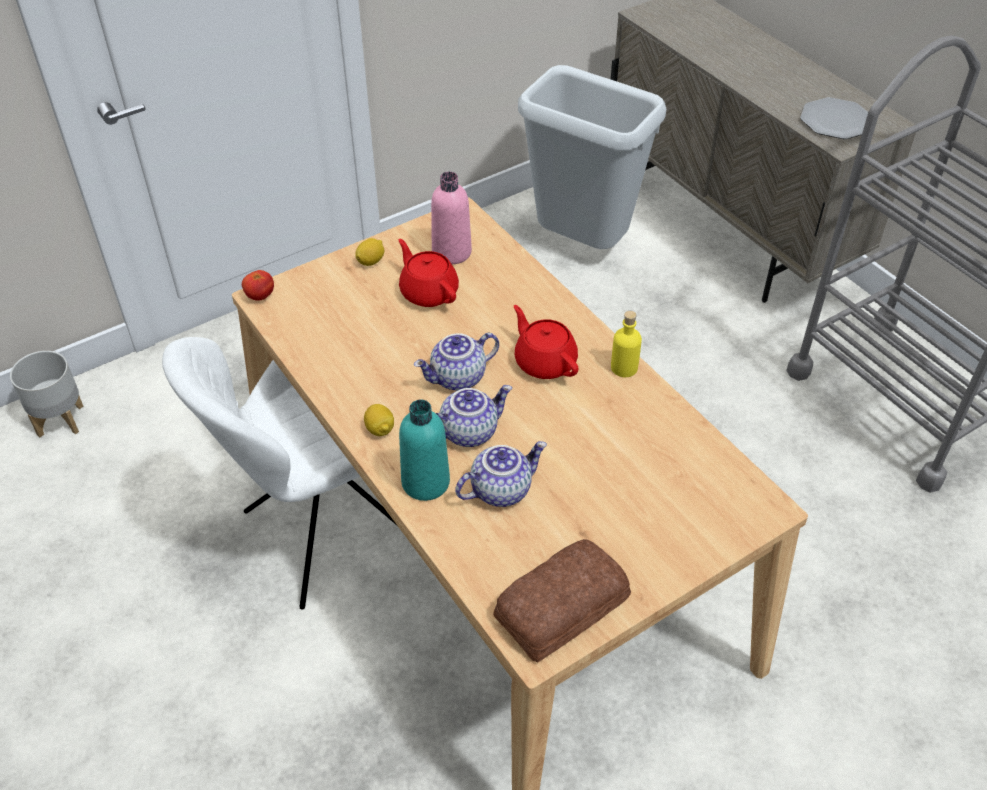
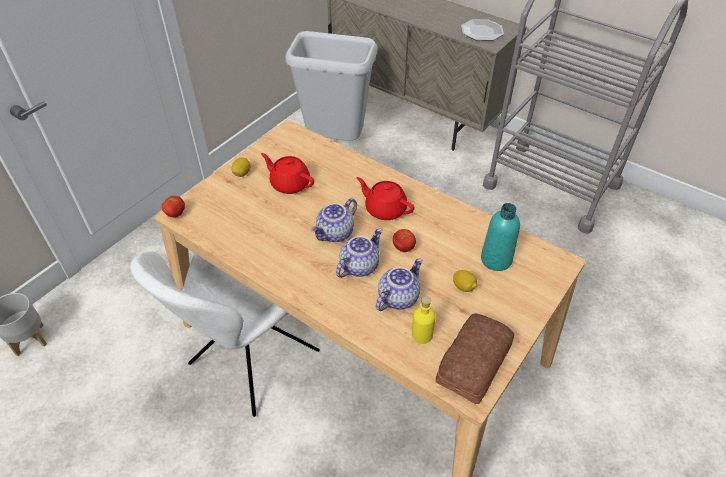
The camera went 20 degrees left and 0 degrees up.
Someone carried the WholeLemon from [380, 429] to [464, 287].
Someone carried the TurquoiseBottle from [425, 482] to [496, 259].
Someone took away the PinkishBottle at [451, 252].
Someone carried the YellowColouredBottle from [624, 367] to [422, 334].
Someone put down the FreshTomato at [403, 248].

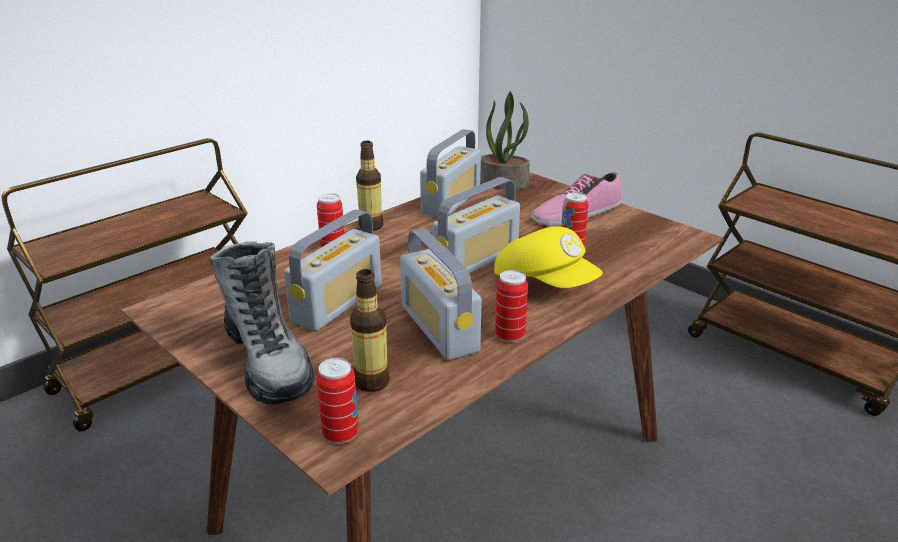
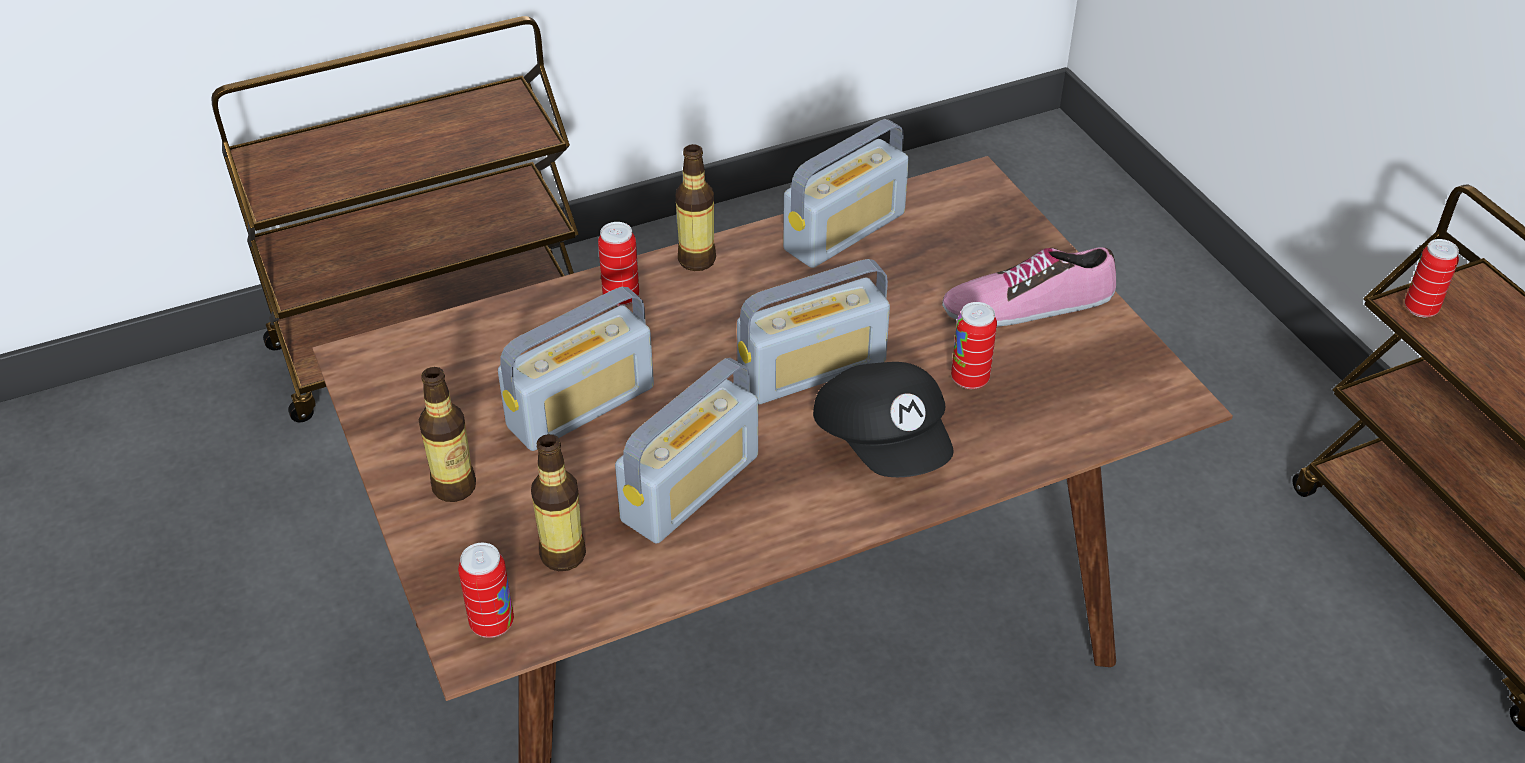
The camera went 20 degrees right and 15 degrees up.
Someone swapped the HighTopBoot at [268, 362] for the Bottle at [454, 487].
Someone rotated the RadioSet at [439, 328] by 135 degrees counterclockwise.
Someone took away the Houseplant at [504, 183].
Someone repainted the YellowColouredBaseballCap at [545, 283], which became the BlackishBaseballCap at [885, 442].
Someone carried the MetalCan from [510, 336] to [1420, 309].

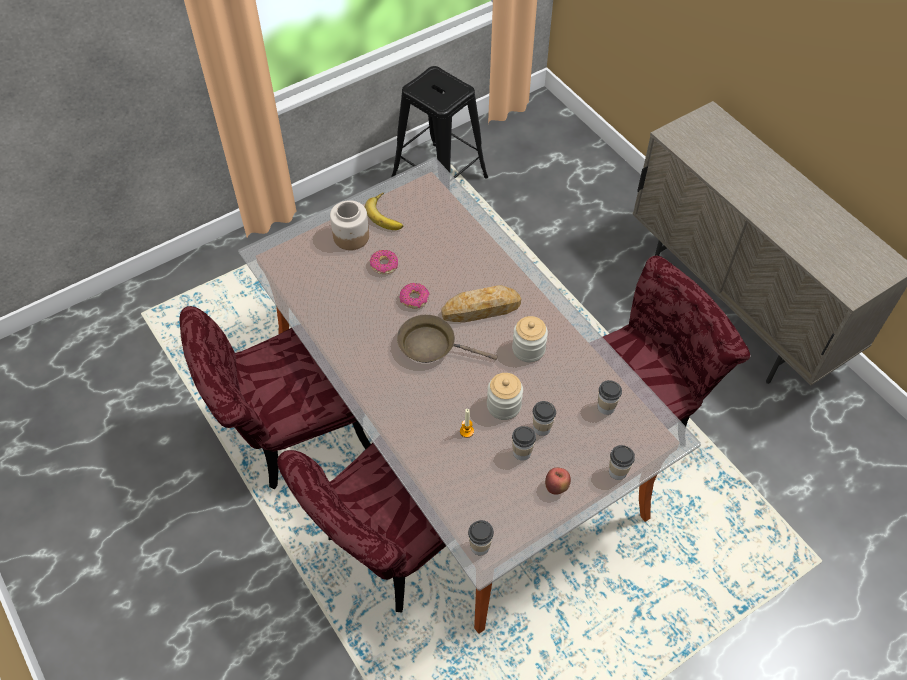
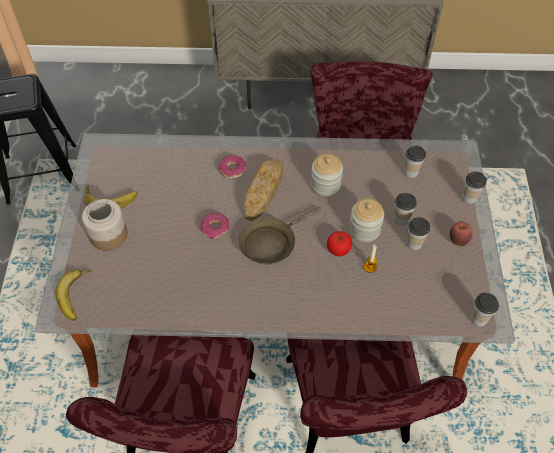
The camera went 55 degrees left and 0 degrees up.
Someone carried the Doughnut from [384, 265] to [232, 170].
Someone put down the Banana at [78, 296].
Someone put down the FreshTomato at [338, 249].

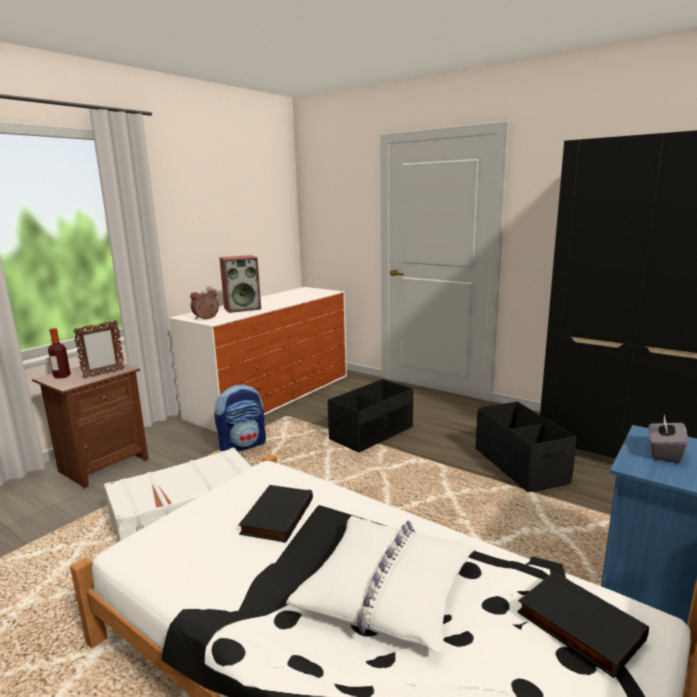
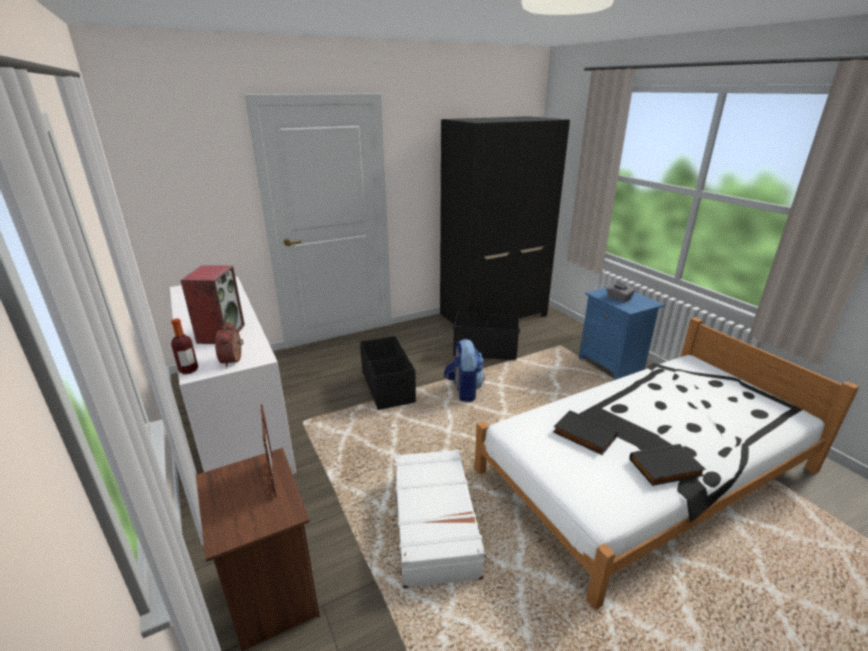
The camera went 65 degrees left and 10 degrees up.
Someone carried the Bottle from [62, 376] to [189, 370].
Someone carried the Knapsack from [243, 446] to [463, 391].
Someone took away the WhiteColouredThrowPillow at [386, 590].
Someone carried the BlackishBoundBook from [577, 626] to [666, 468].

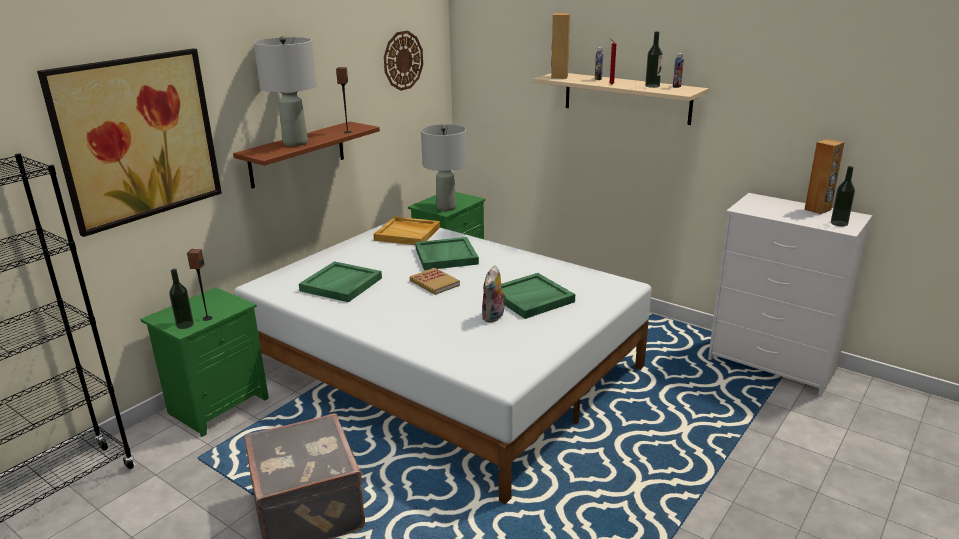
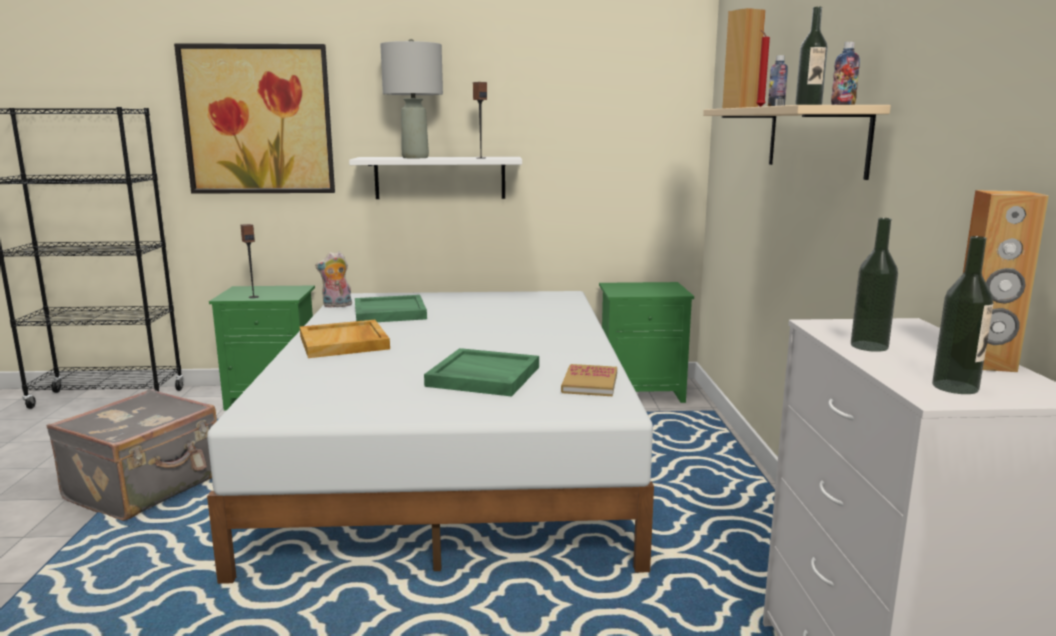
The camera went 50 degrees right and 10 degrees down.
Someone carried the Bottle from [185, 325] to [869, 346].
Someone repainted the BrownishShelf at [297, 154], which became the WhiteColouredShelf at [440, 178].
Someone carried the SandColouredServingTray from [408, 233] to [345, 343].
Someone took away the WallClock at [403, 60].
Someone carried the BoundBook from [434, 283] to [590, 383].
Someone took away the GreenServingTray at [445, 256].
Someone took away the GreyTableLamp at [446, 208].
Someone carried the SoftToy from [494, 317] to [336, 306].

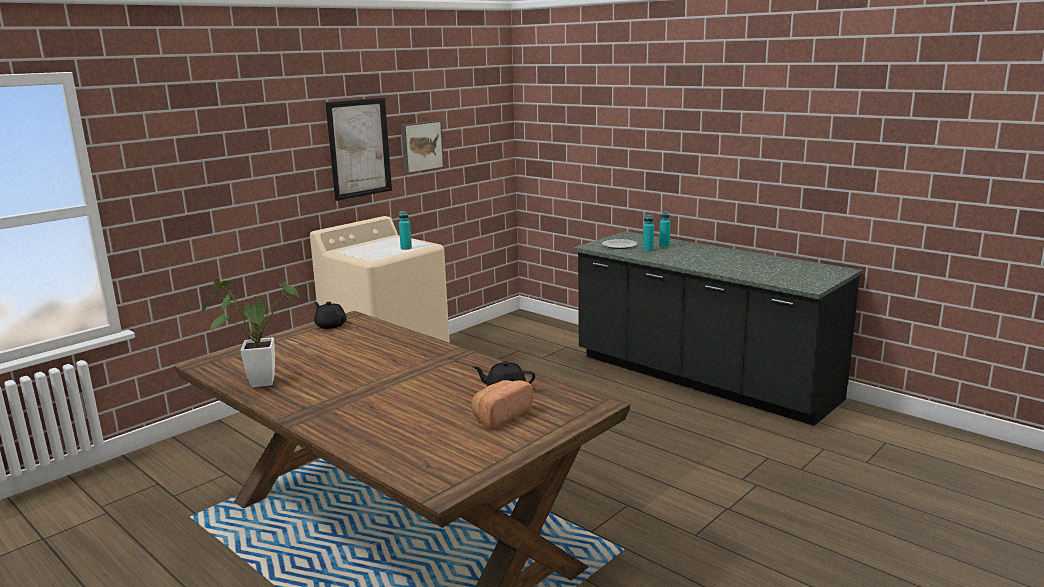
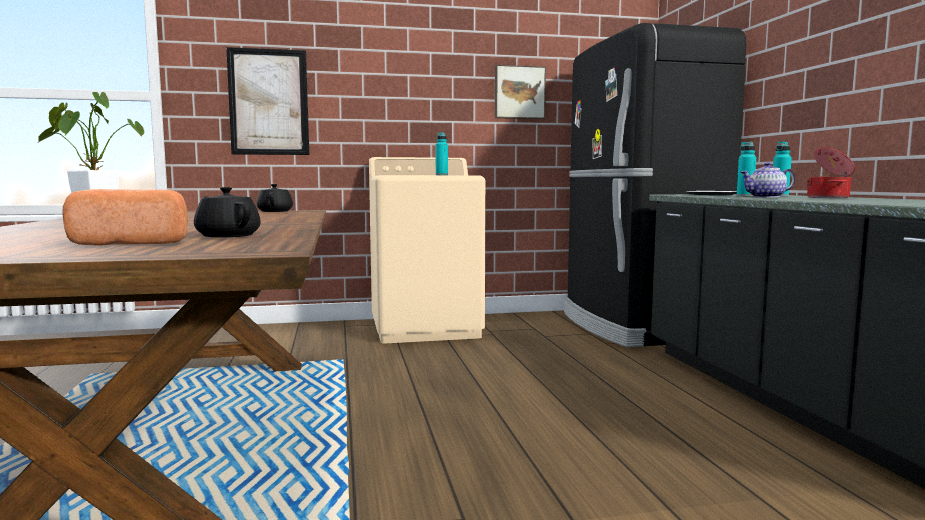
The camera went 35 degrees right and 10 degrees down.
Someone carried the WallPicture from [359, 148] to [269, 102].
Someone put down the BlackishFridge at [635, 326].
Someone put down the TeaPot at [766, 197].
Someone put down the CookingPot at [829, 197].

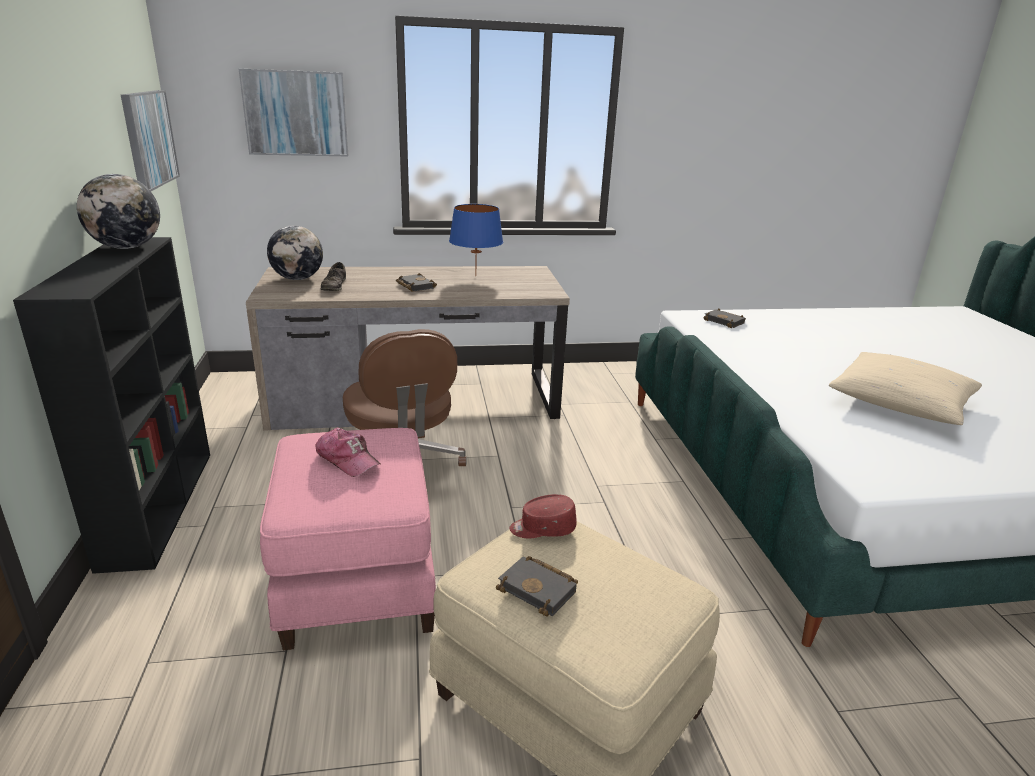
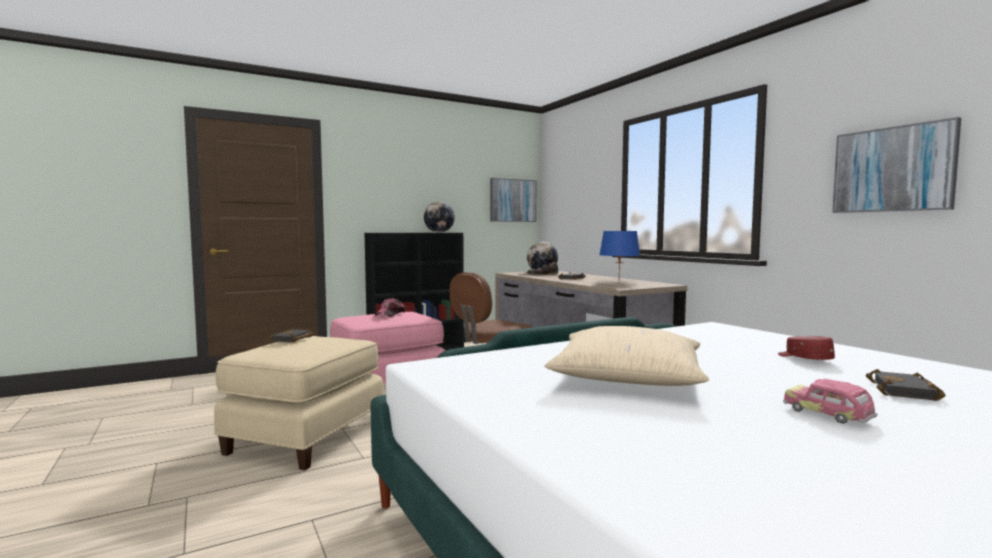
The camera went 70 degrees right and 20 degrees down.
Someone carried the WallPicture from [296, 113] to [892, 169].
Someone carried the RedColouredBaseballCap from [542, 528] to [804, 359].
Someone carried the BlackishBoundBook from [725, 321] to [906, 392].
Someone put down the ModelCar at [827, 415].

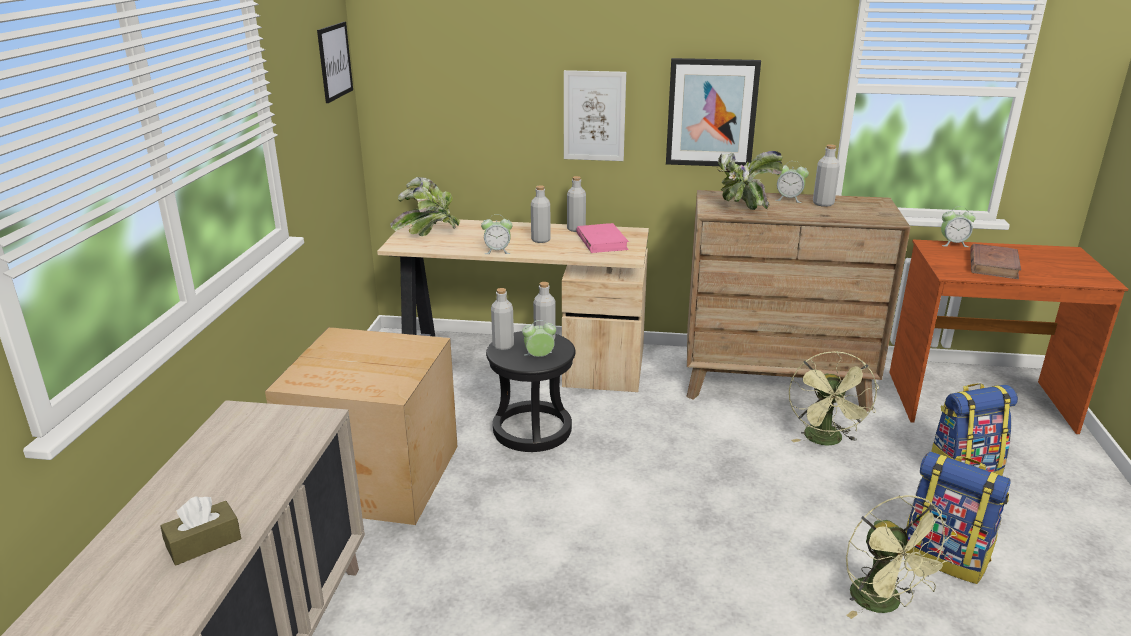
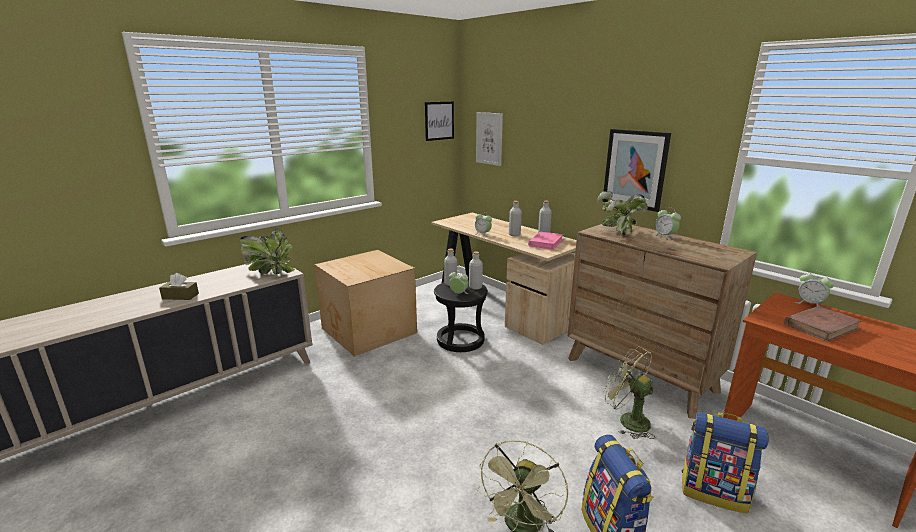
The camera went 40 degrees right and 5 degrees down.
Someone carried the Houseplant from [428, 233] to [271, 272].
Someone carried the WallPicture from [594, 116] to [489, 138].
Someone rotated the GreenCoolingFan at [826, 441] by 90 degrees clockwise.
Someone took away the GreyBottle at [823, 203].

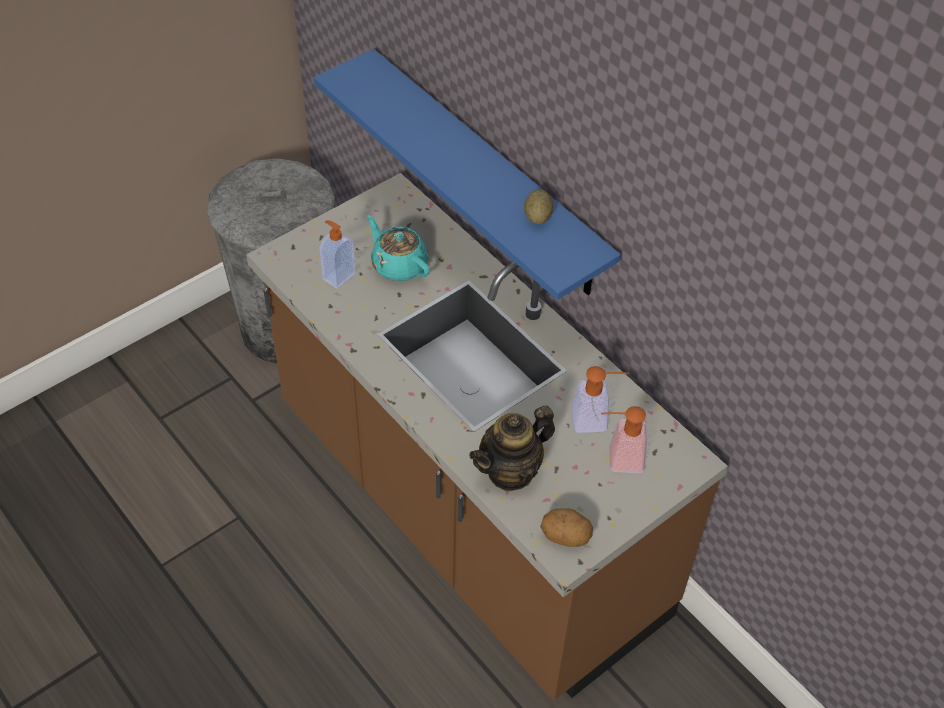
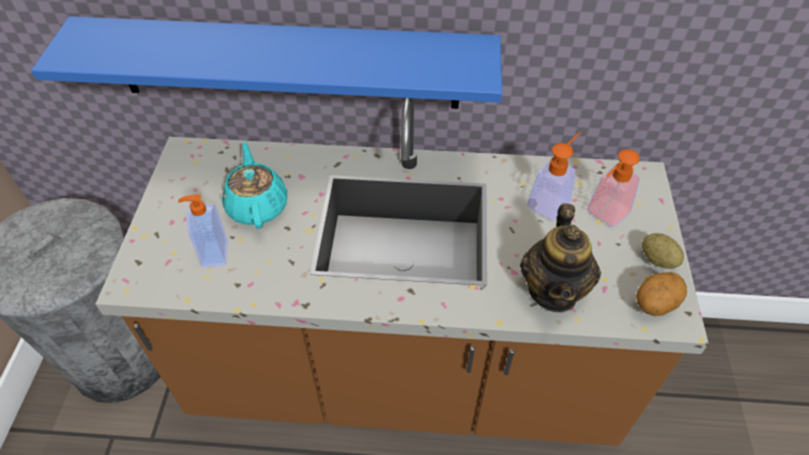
The camera went 45 degrees left and 0 degrees up.
Someone rotated the TurquoiseTeaPot at [398, 265] by 75 degrees clockwise.
Someone carried the Potato from [537, 217] to [657, 260].

